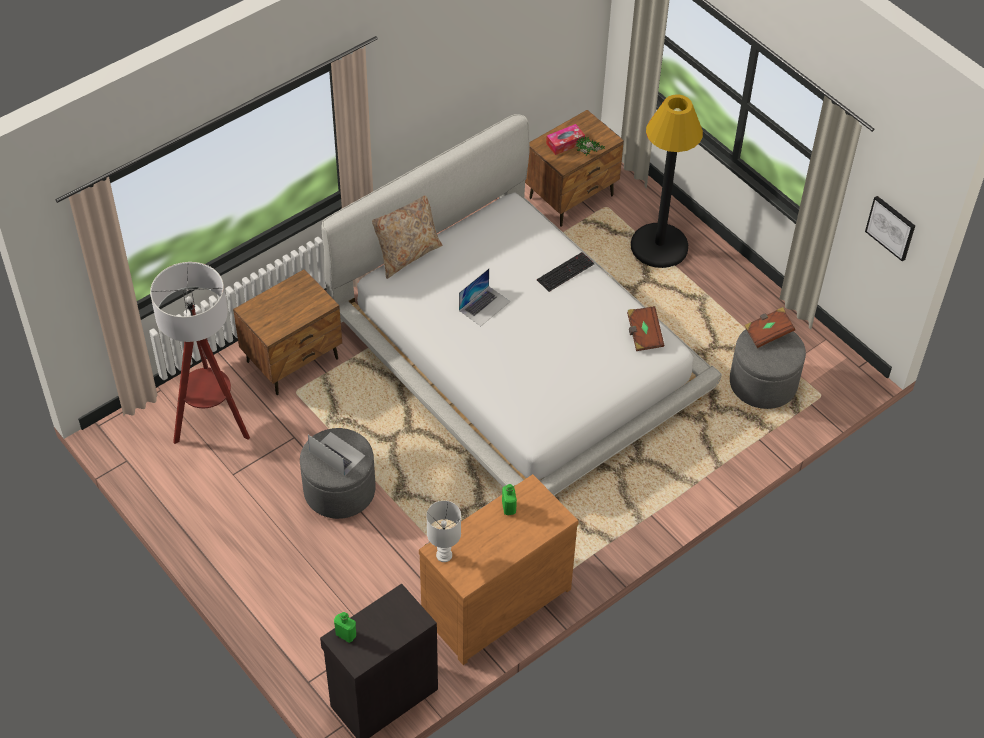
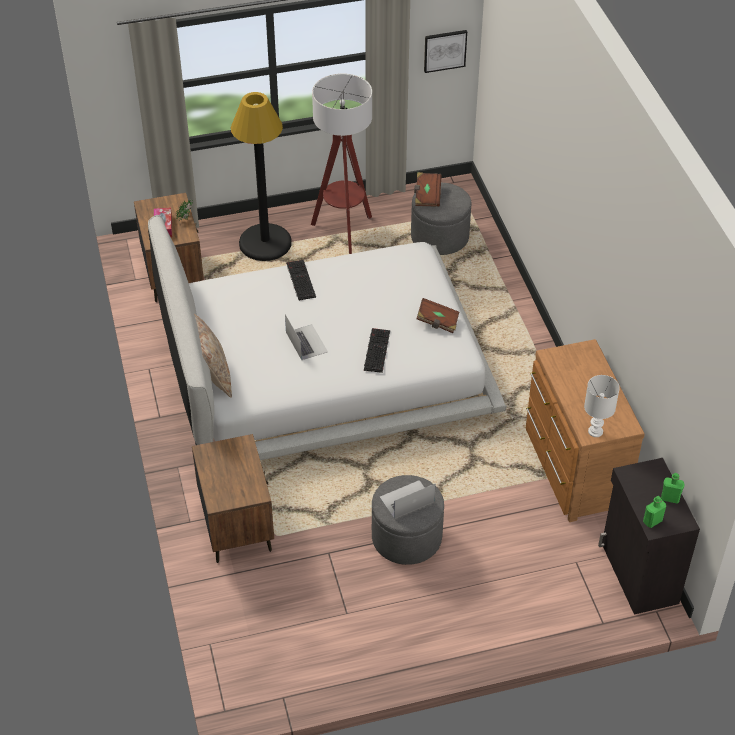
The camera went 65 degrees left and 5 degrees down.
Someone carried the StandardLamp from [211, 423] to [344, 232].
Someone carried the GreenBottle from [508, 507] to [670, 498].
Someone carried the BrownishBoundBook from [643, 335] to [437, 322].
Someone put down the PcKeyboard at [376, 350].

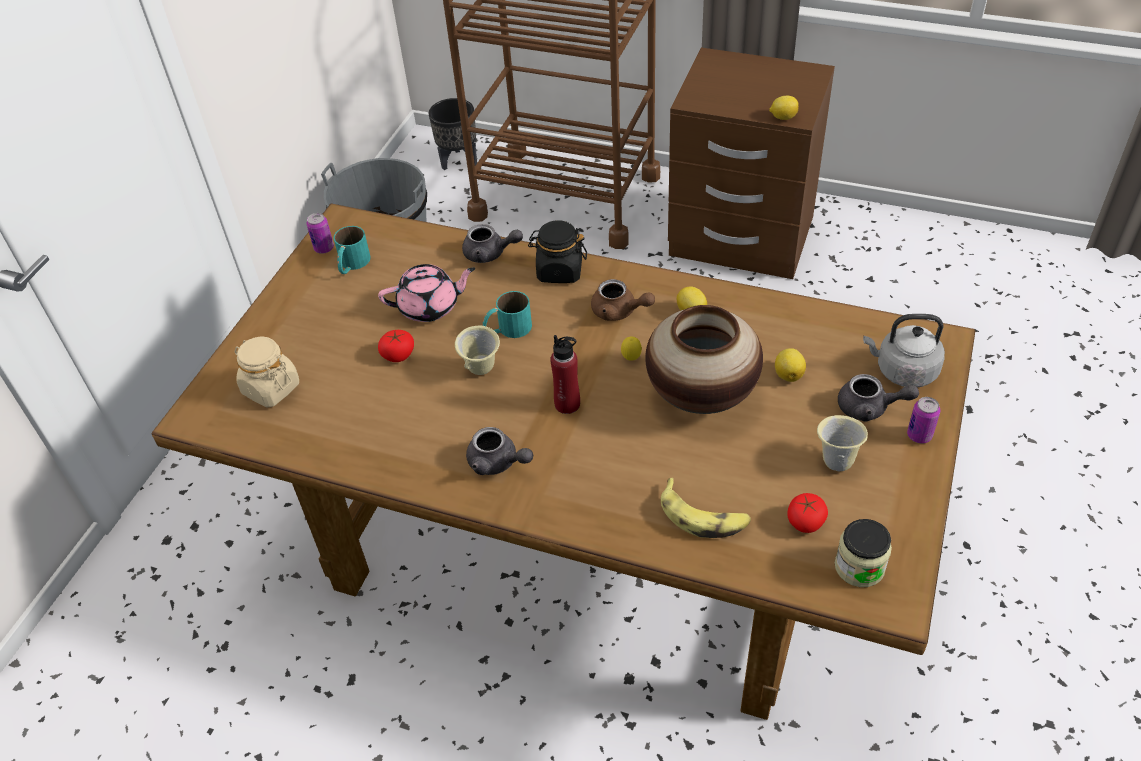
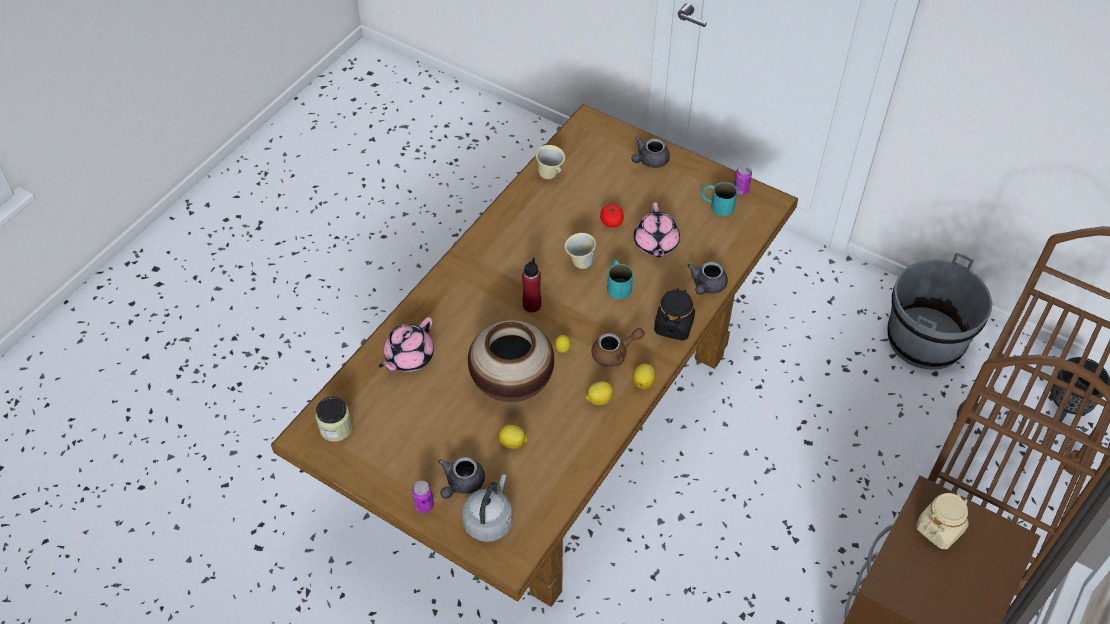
The camera went 100 degrees right and 5 degrees up.
Someone carried the SandColouredPreserveJar from [271, 388] to [939, 528].
Someone carried the GreyTeaPot from [498, 463] to [649, 161].
Someone rotated the BrownishTeaPot at [619, 312] by 150 degrees counterclockwise.
Someone swapped the Banana at [704, 516] for the PinkishTeaPot at [408, 357].
Someone carried the WholeLemon from [783, 117] to [643, 382].
Someone took away the FreshTomato at [805, 521].
Someone carried the SandColouredCoffeeMug from [836, 460] to [550, 175].

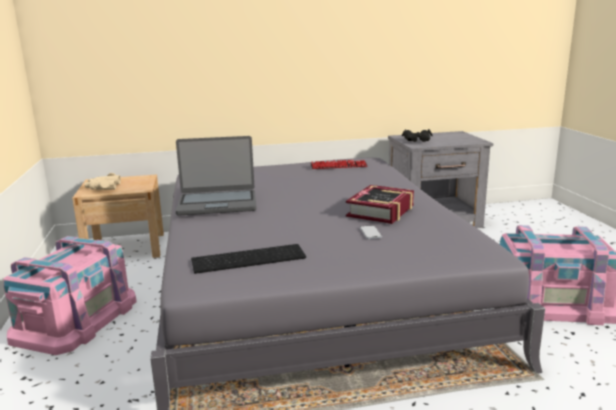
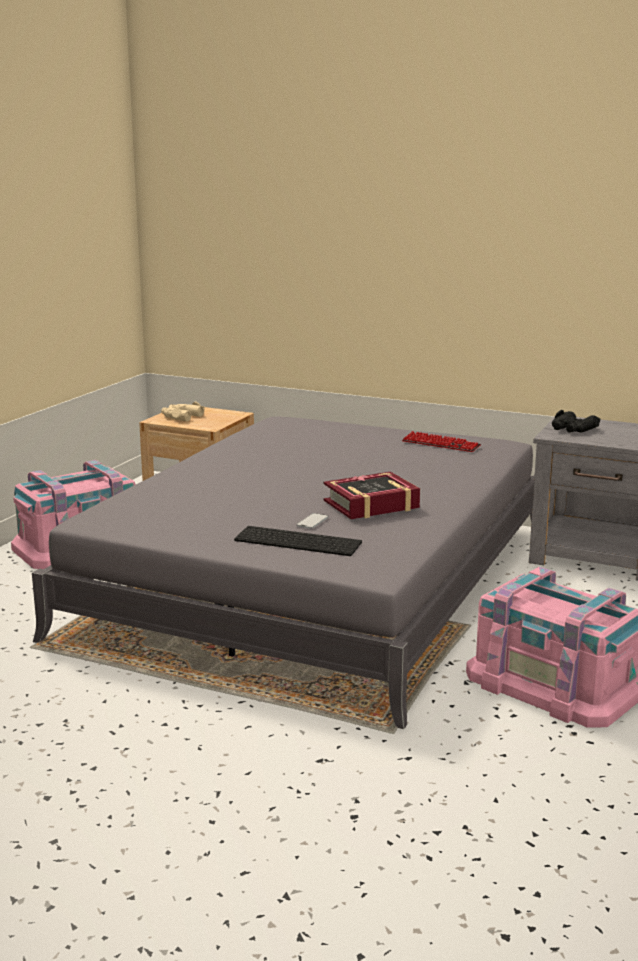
The camera went 35 degrees right and 0 degrees up.
Someone took away the Laptop at [217, 203].
Someone carried the PcKeyboard from [249, 258] to [299, 541].

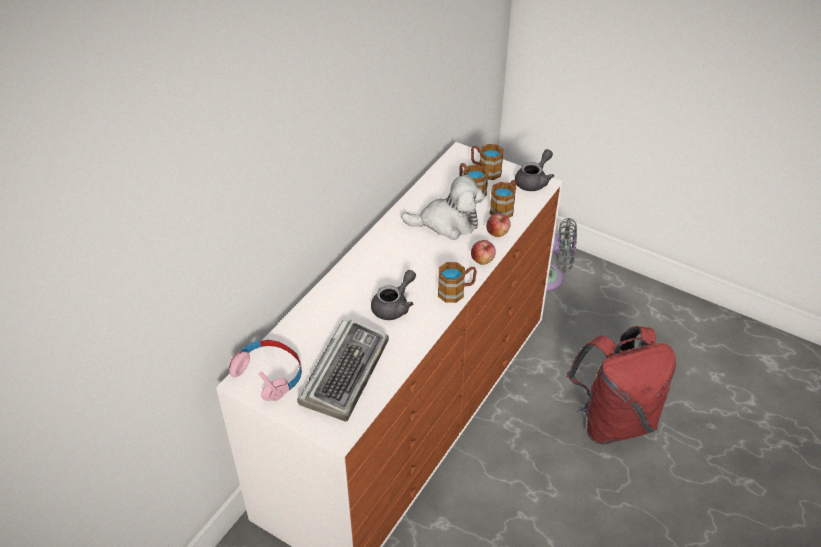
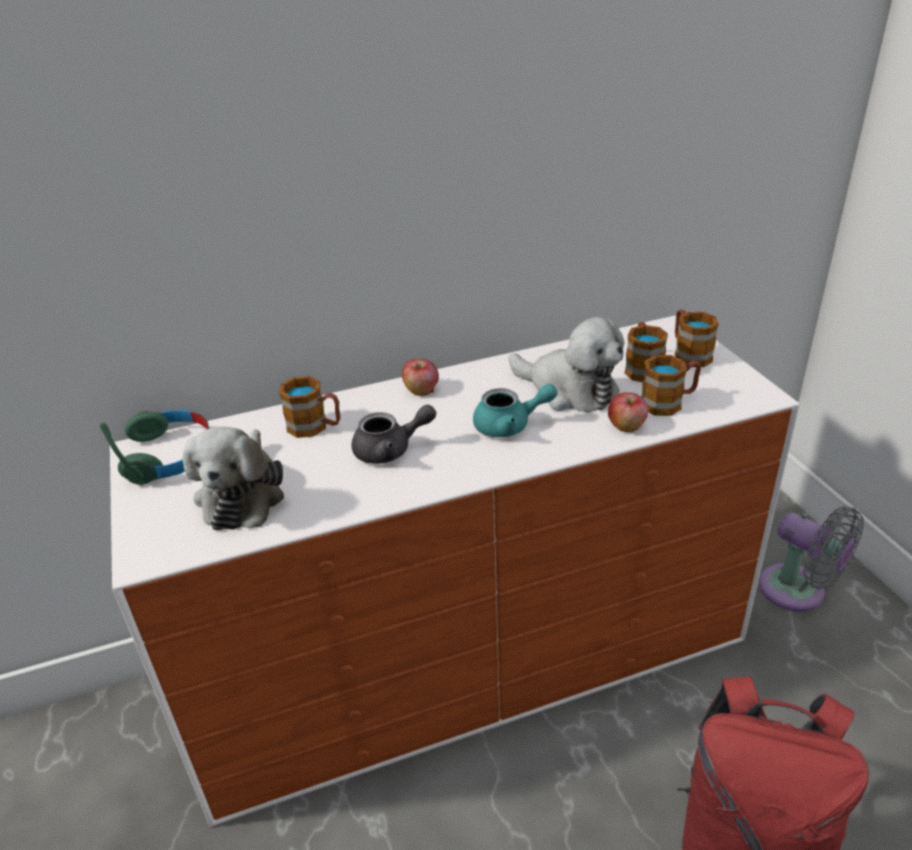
The camera went 40 degrees right and 10 degrees down.
Someone repainted the PinkishHeadphones at [269, 374], which became the GreenHeadphones at [170, 455].
Someone swapped the PcKeyboard at [345, 373] for the SoftToy at [242, 494].
Someone carried the CoffeeMug from [456, 291] to [315, 427].
Someone carried the Apple from [482, 260] to [421, 390].
Someone took away the GreyTeaPot at [534, 181].
Someone put down the TurquoiseTeaPot at [510, 426].

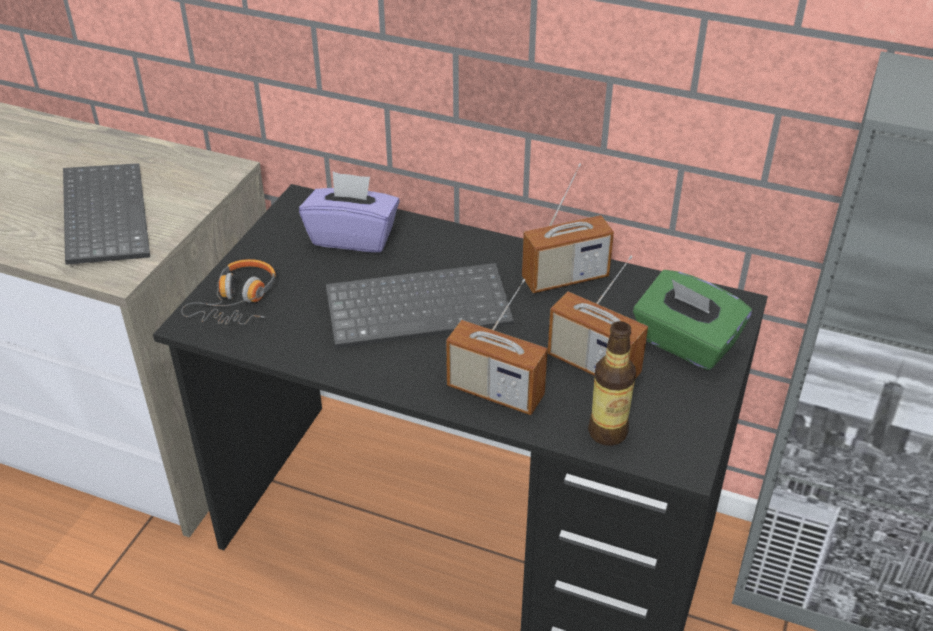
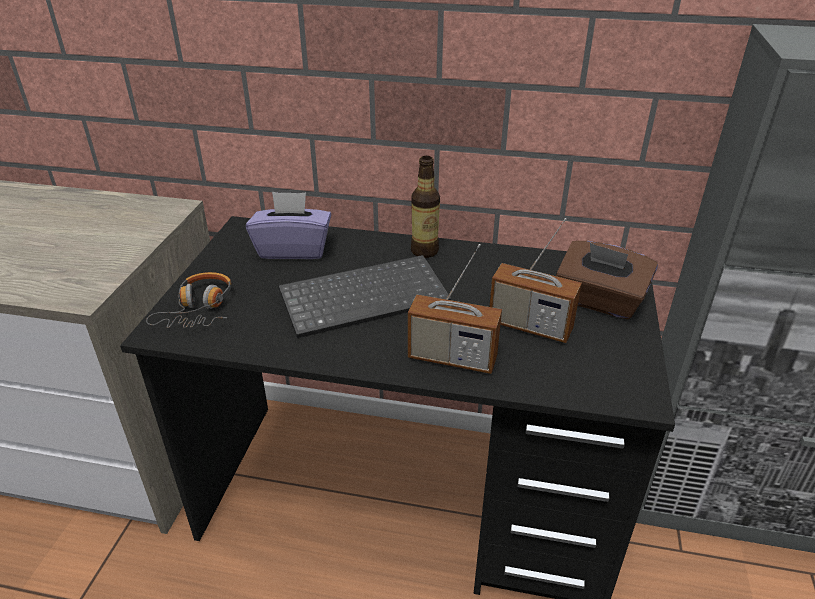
The camera went 10 degrees left and 5 degrees down.
Someone took away the PcKeyboard at [102, 215].
Someone took away the RadioSet at [565, 278].
Someone carried the Bottle from [607, 432] to [424, 251].
Someone repainted the GreenTissueBox at [685, 343], which became the BrownishTissueBox at [599, 301].

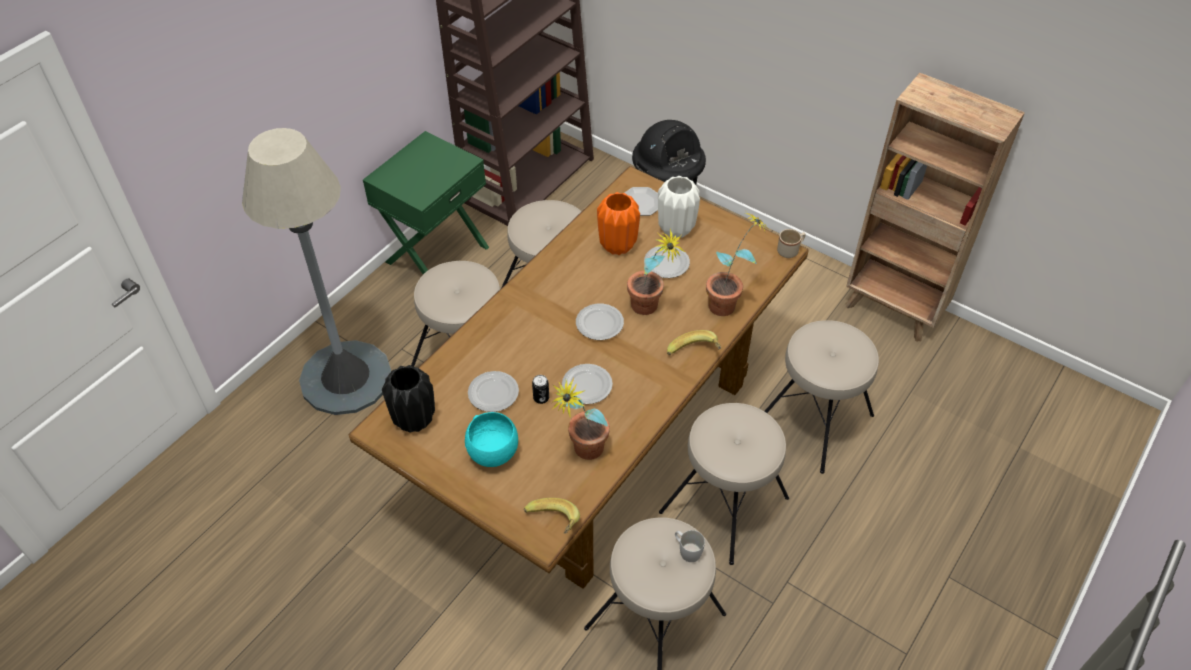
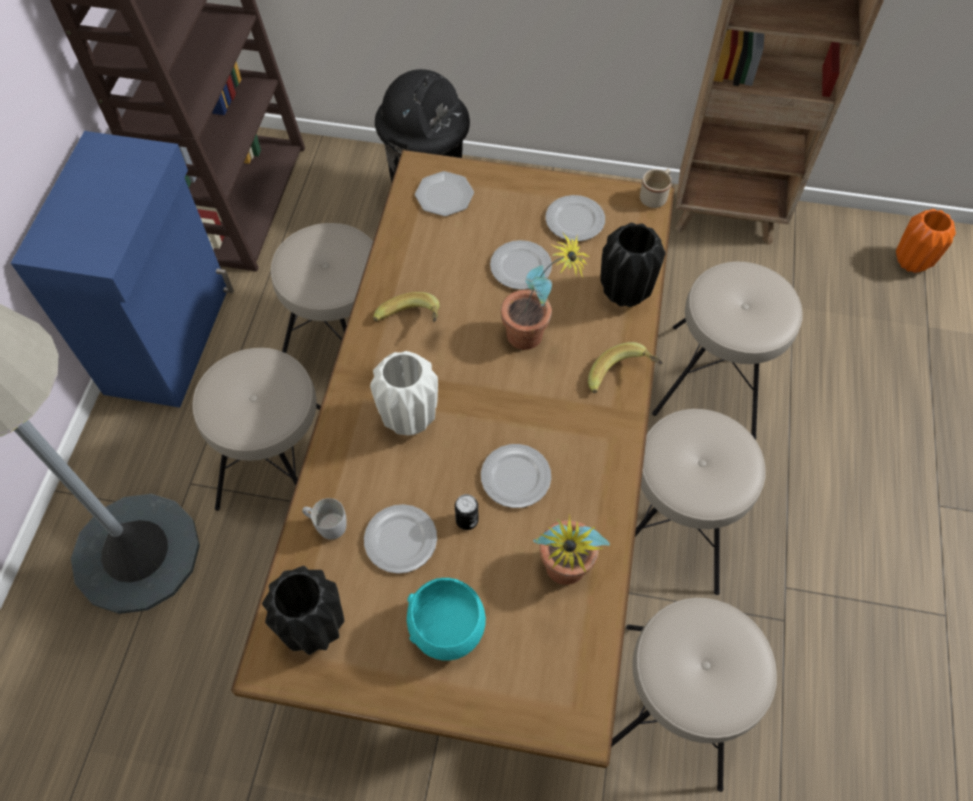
The camera went 25 degrees left and 10 degrees up.
Someone swapped the GreenNightTable at [436, 254] for the BluishCabinet at [171, 338].
Someone carried the Banana from [552, 525] to [411, 323].
Someone carried the FlatDish from [599, 324] to [574, 221].
Someone carried the OrangeDecorativeVase from [617, 246] to [911, 262].
Someone carried the WhiteColouredDecorativeVase from [676, 230] to [410, 418].
Someone carried the WhiteColouredCoffeeMug from [687, 550] to [326, 525].
Someone swapped the Houseplant at [729, 303] for the BlackishDecorativeVase at [624, 293].

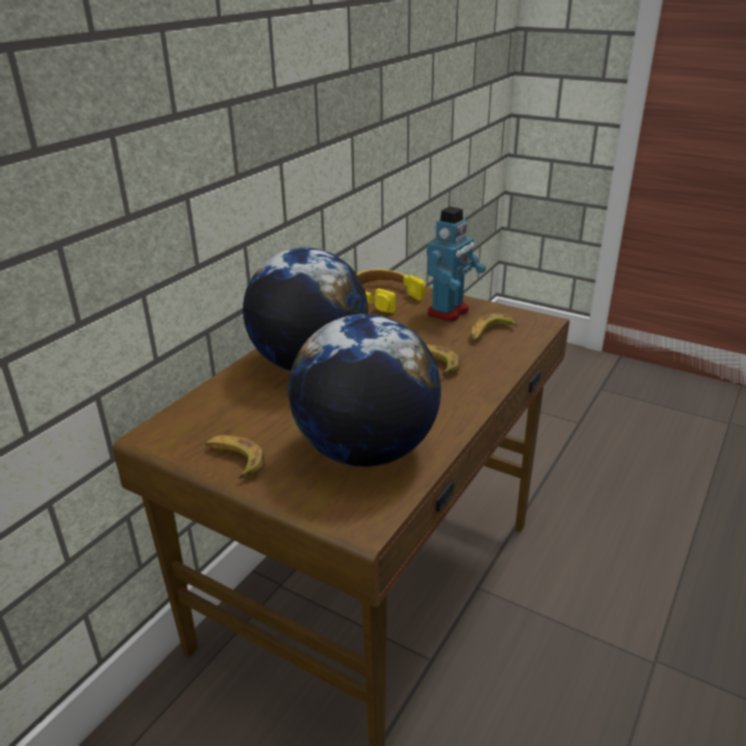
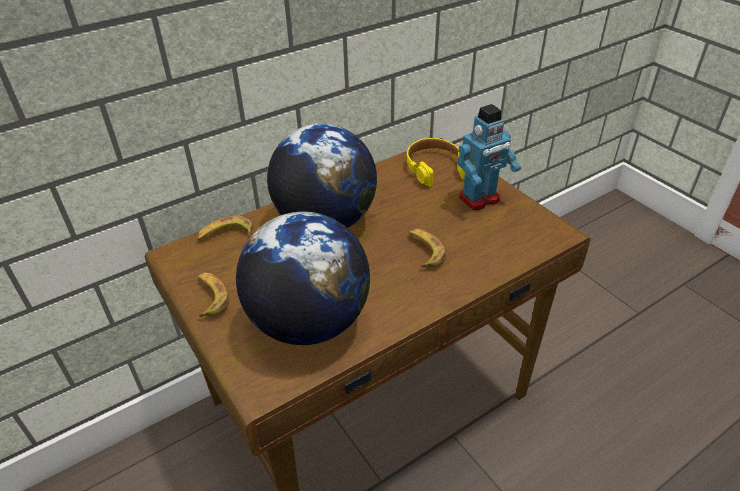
The camera went 25 degrees right and 10 degrees up.
Someone carried the Banana from [490, 333] to [226, 234].

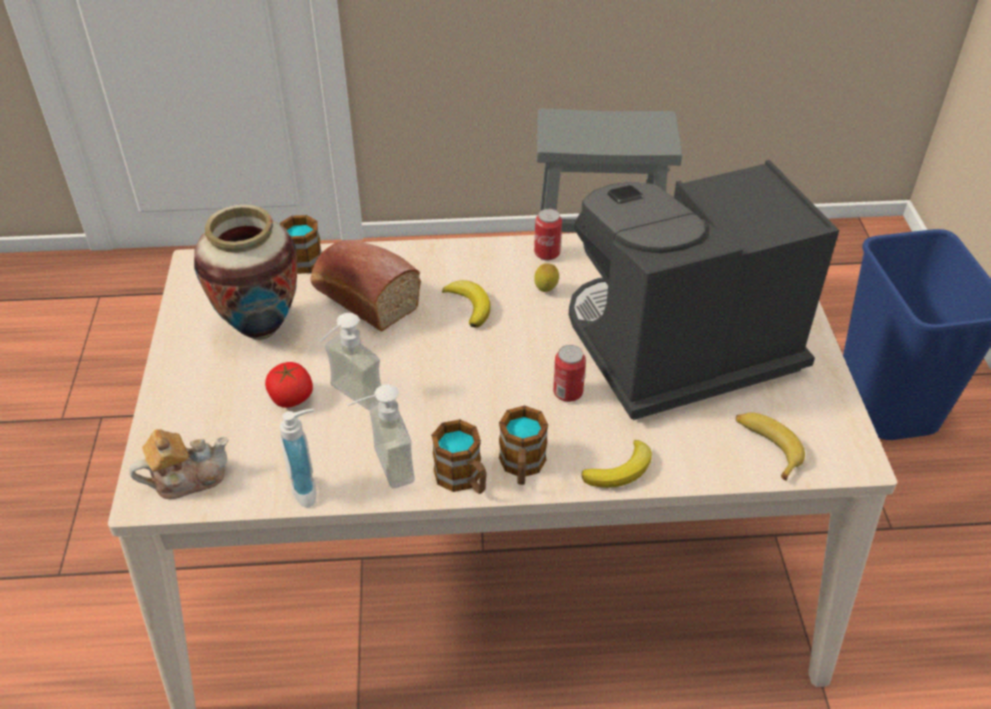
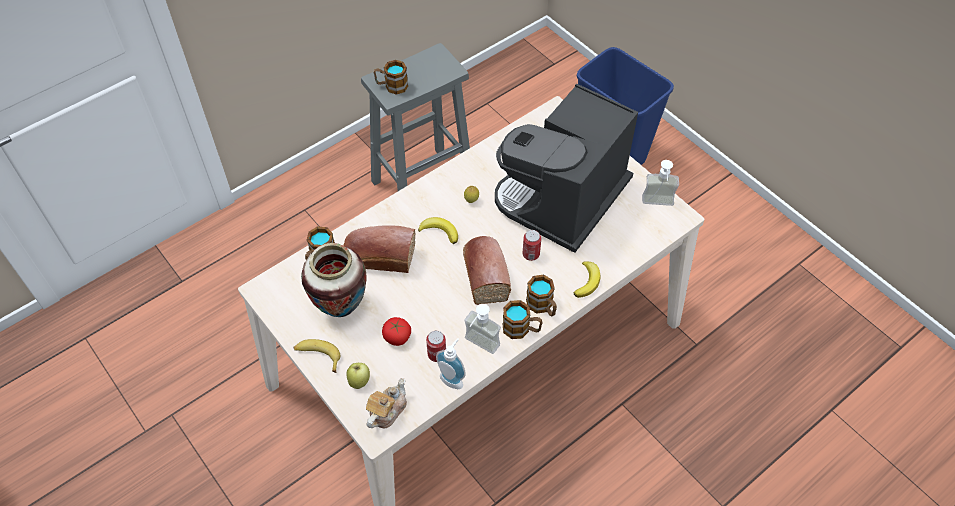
The camera went 35 degrees left and 10 degrees up.
Someone carried the SoapBottle from [348, 399] to [658, 205].
Someone carried the MetalCan from [547, 253] to [437, 354].
Someone carried the Banana from [766, 447] to [318, 356].
Someone put down the Apple at [359, 381].
Someone put down the CoffeeMug at [391, 86].
Someone put down the BakedBread at [485, 275].

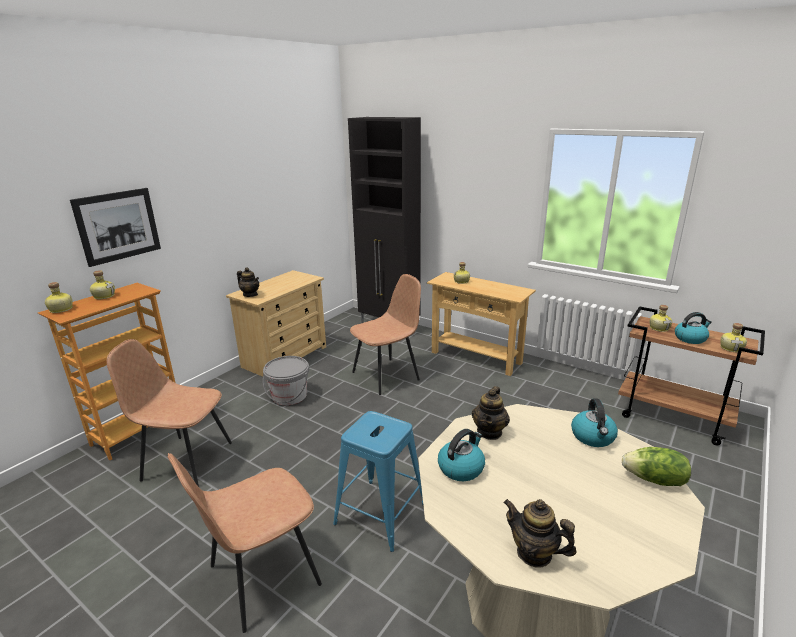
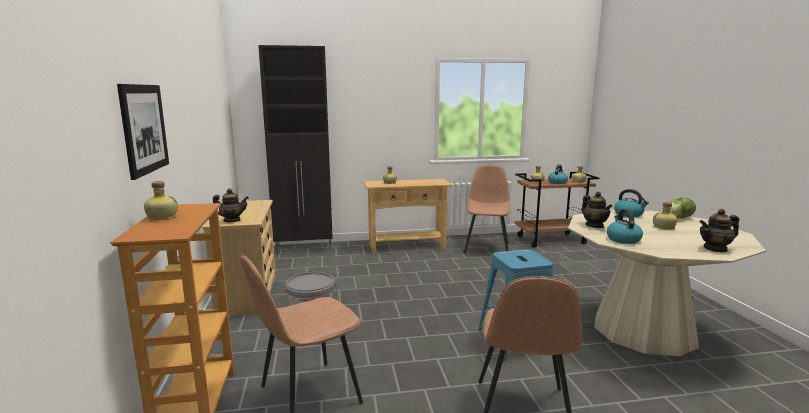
The camera went 45 degrees left and 10 degrees down.
Someone carried the Bottle from [60, 309] to [664, 227].
Someone carried the BrownishUprightChair from [387, 375] to [486, 248].

